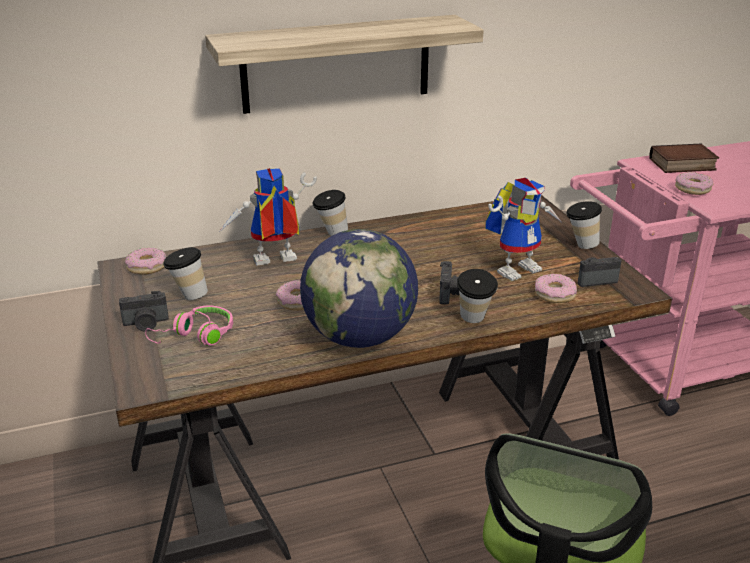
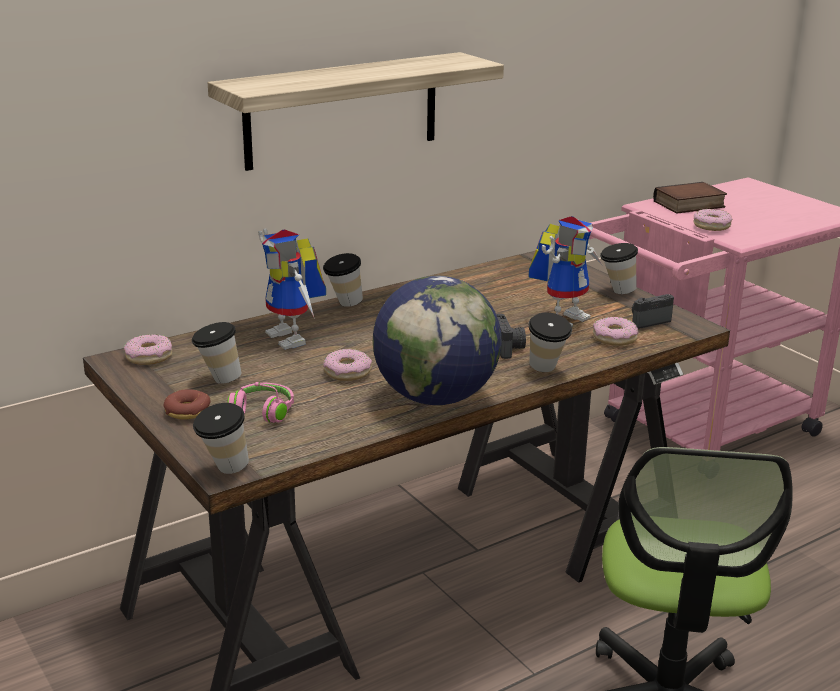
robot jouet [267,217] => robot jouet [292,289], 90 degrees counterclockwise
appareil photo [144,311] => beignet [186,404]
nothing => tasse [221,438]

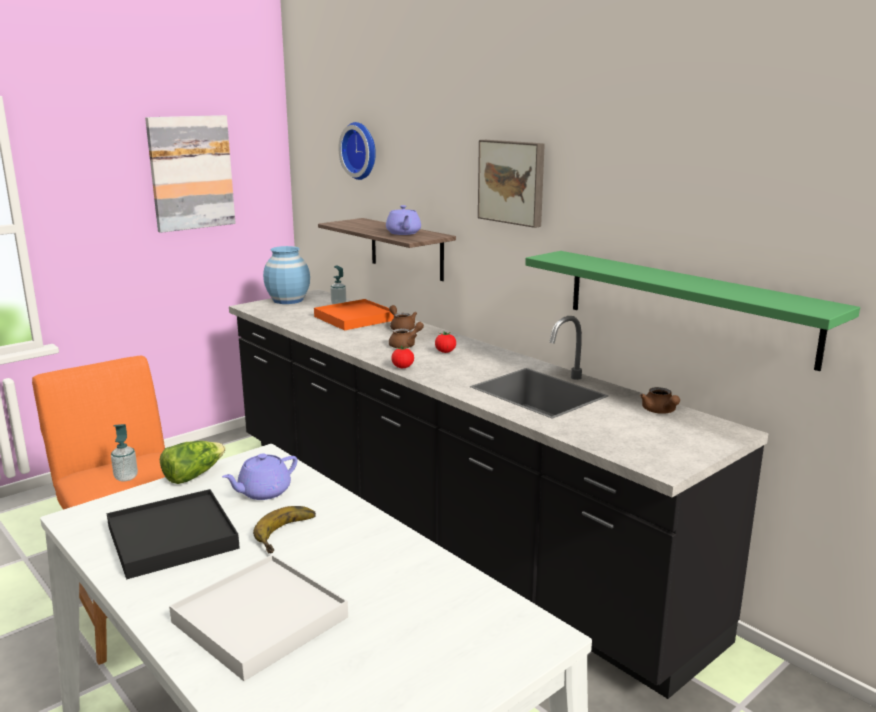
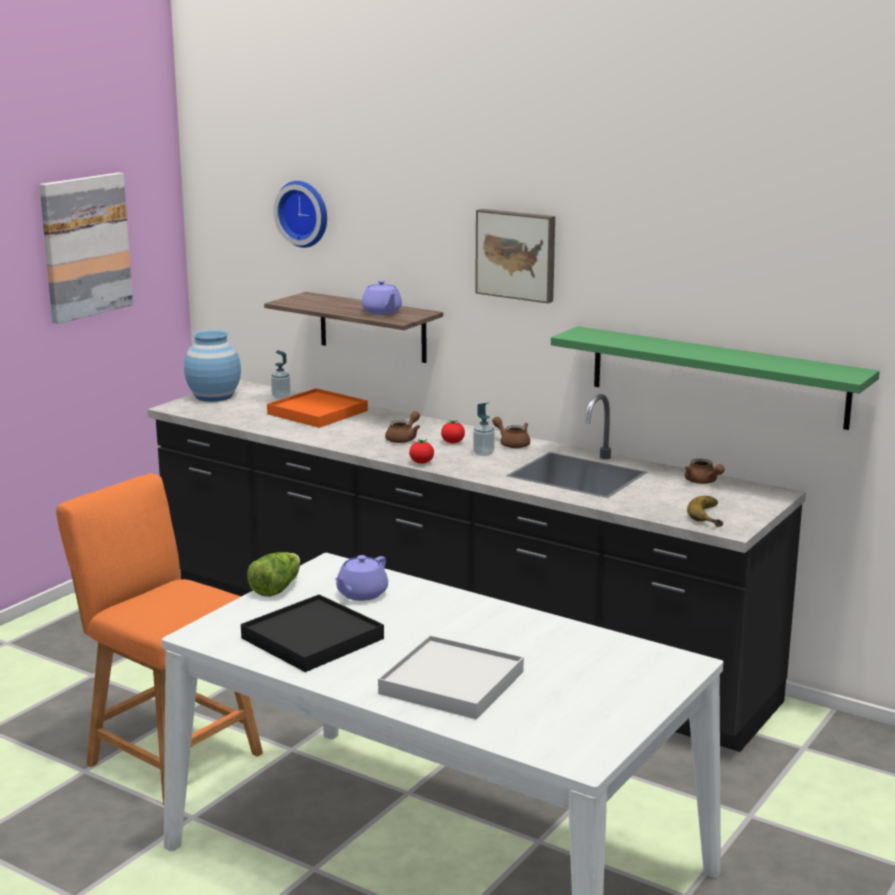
théière/marron [403,317] => théière/marron [511,432], shifted
distributeur de savon [124,452] => distributeur de savon [484,429], shifted
banane [284,529] => banane [705,511], shifted

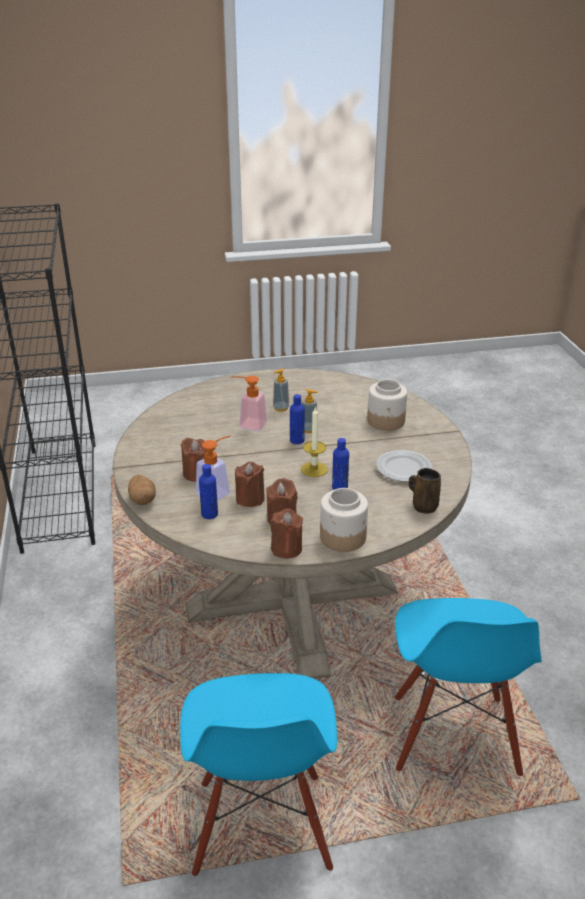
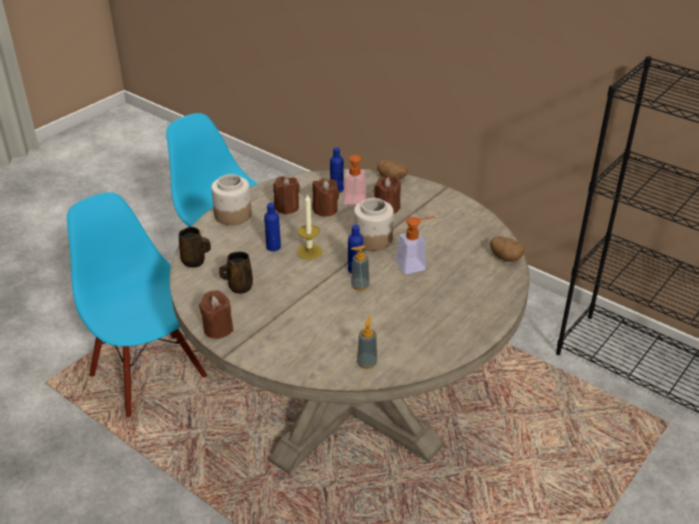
distributeur de savon [281,390] => distributeur de savon [367,342], shifted
bocal [387,405] => bocal [374,224], shifted
assiette [404,466] => mug/marron [236,272]
bougie/marron [286,533] => bougie/marron [216,314], shifted
nothing => pomme de terre [507,249]

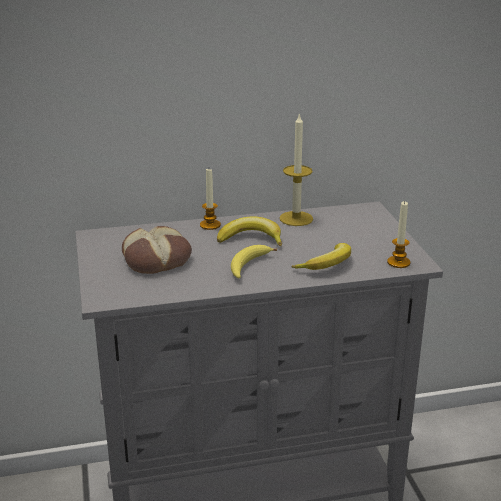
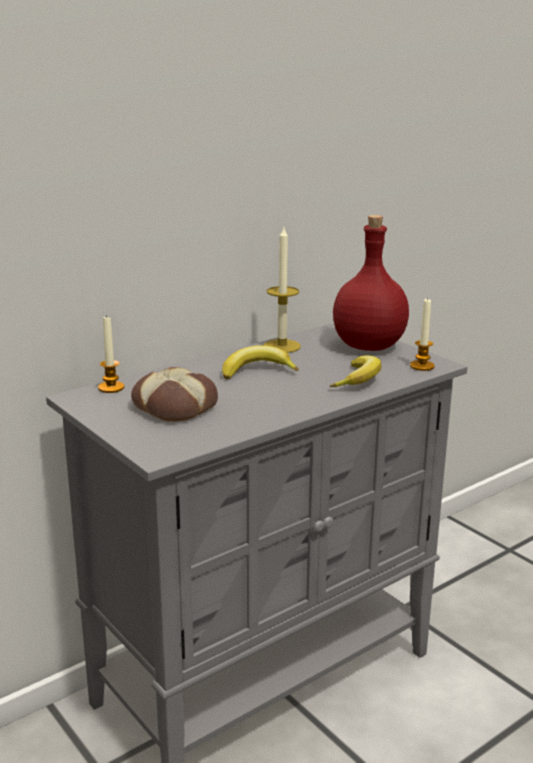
bougie [210,199] => bougie [111,354], shifted
banane [254,261] => nothing
nothing => bouteille/rouge [371,283]

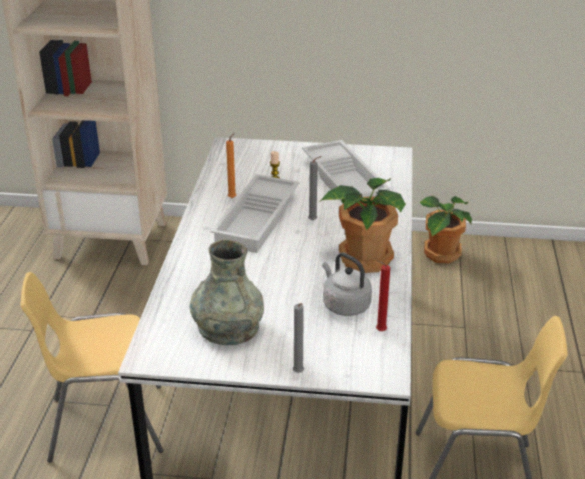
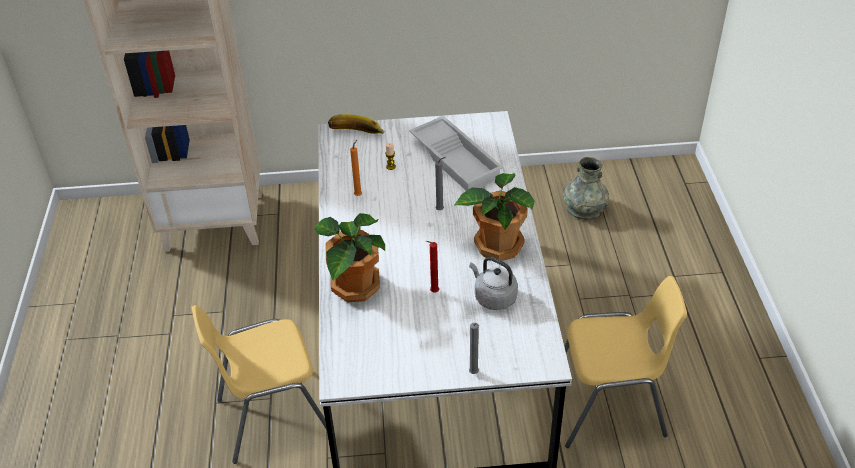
plateau/blanc [255,213] => nothing
plante en pot [446,230] => plante en pot [350,257], shifted
vase/gris [227,292] => vase/gris [586,188], shifted
bougie/rouge [383,295] => bougie/rouge [432,267], shifted
nothing => banane [356,124]

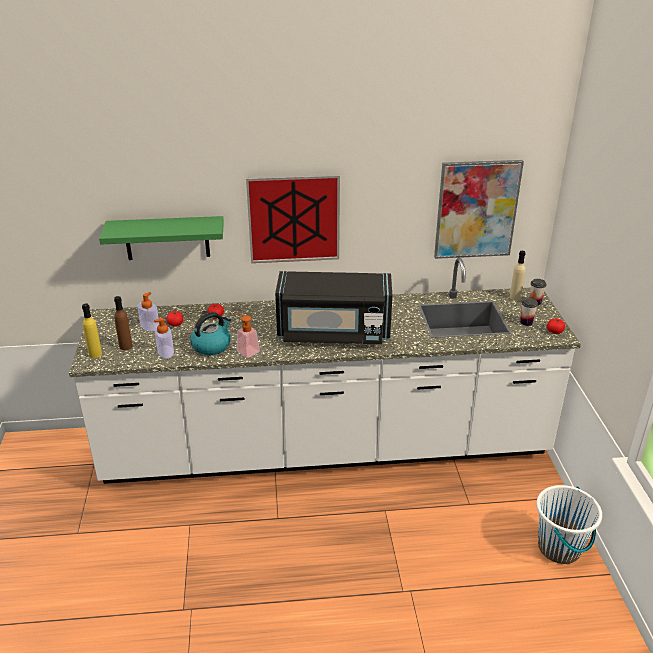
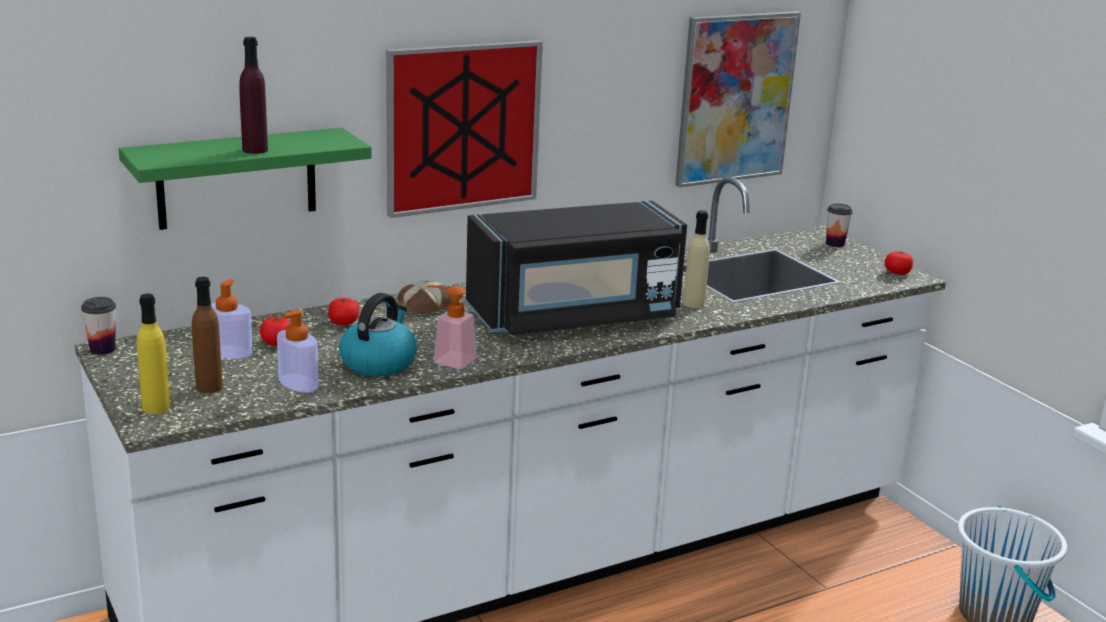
bouteille/beige [518,276] => bouteille/beige [696,259], shifted
tasse [529,312] => tasse [98,326], shifted
nothing => bouteille/violet [253,95]
nothing => pain [425,297]

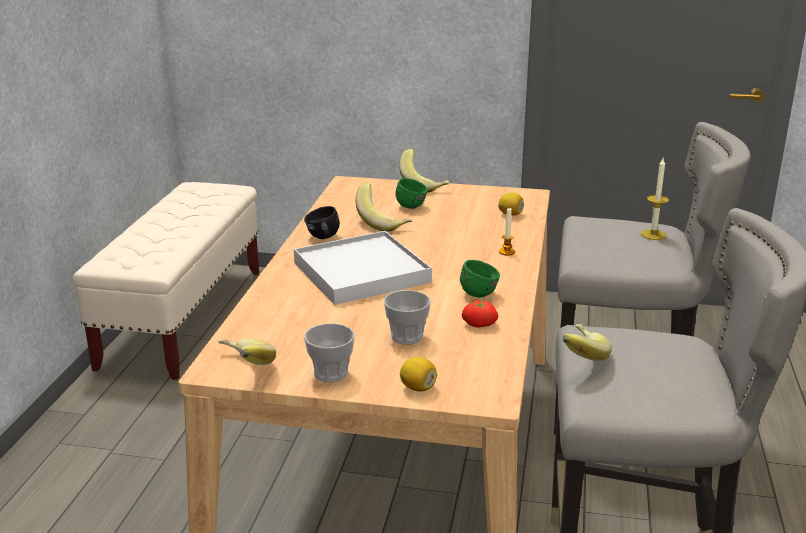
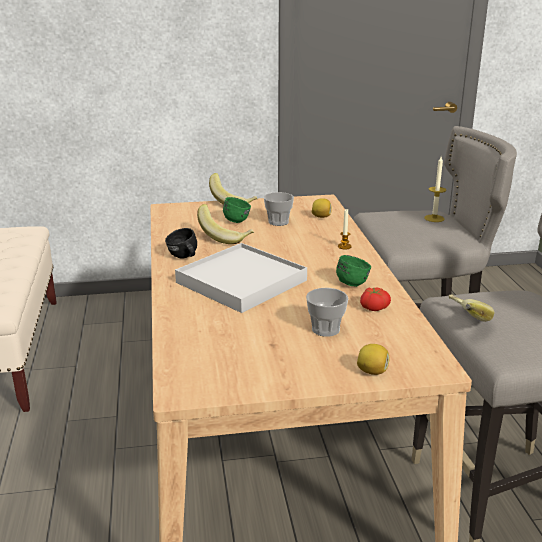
tasse [329,353] => tasse [279,209], shifted
banane [247,351] => nothing

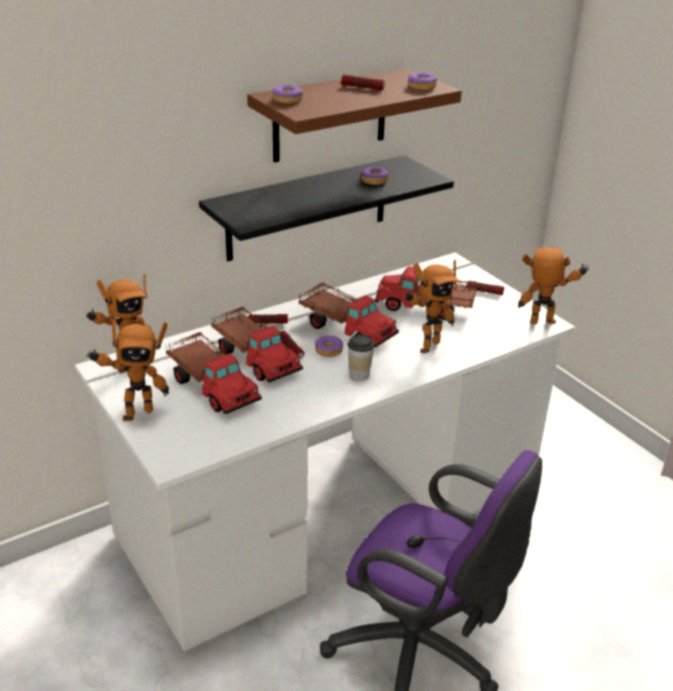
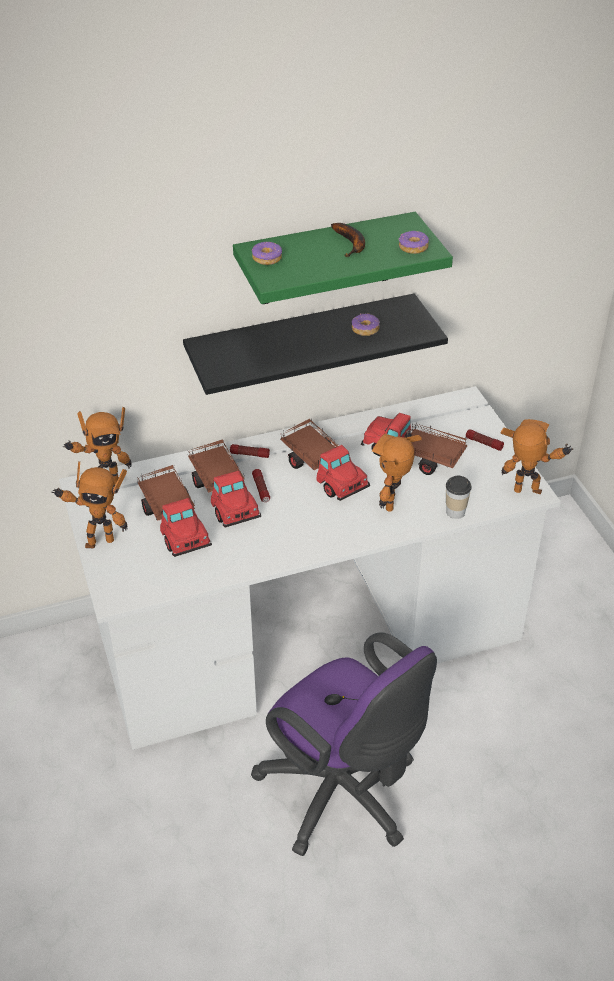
étagère/marron [354,115] => étagère/vert [343,258]
lampe de poche [363,82] => banane [348,240]
robot jouet [433,307] => robot jouet [397,471], 135 degrees clockwise
tasse [360,357] => tasse [459,497], shifted
beignet [329,346] => nothing

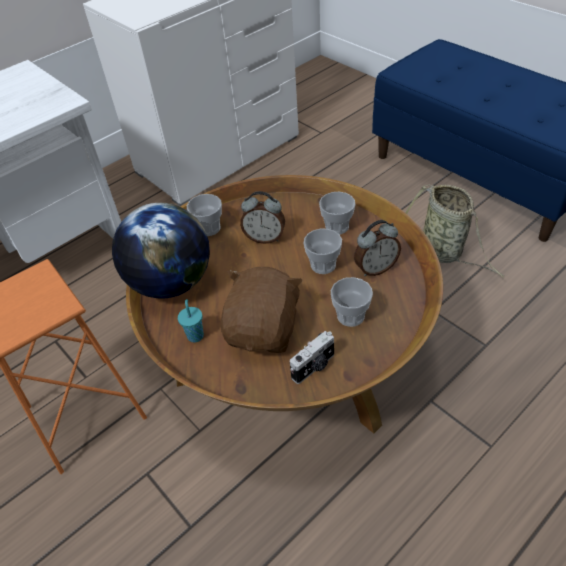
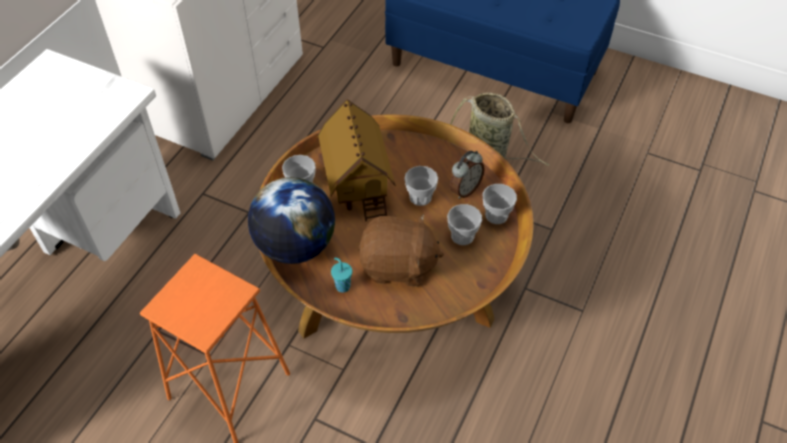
réveil [262,217] => maison miniature [357,160]
tasse [337,213] => tasse [499,204], shifted
peluche/marron [261,310] => peluche/marron [401,250], 105 degrees clockwise
appareil photo [312,357] => nothing

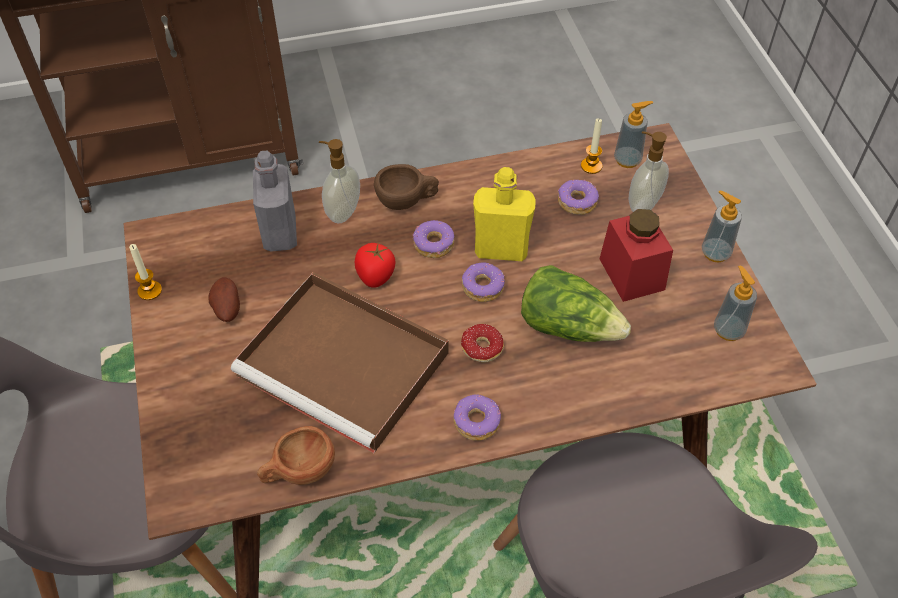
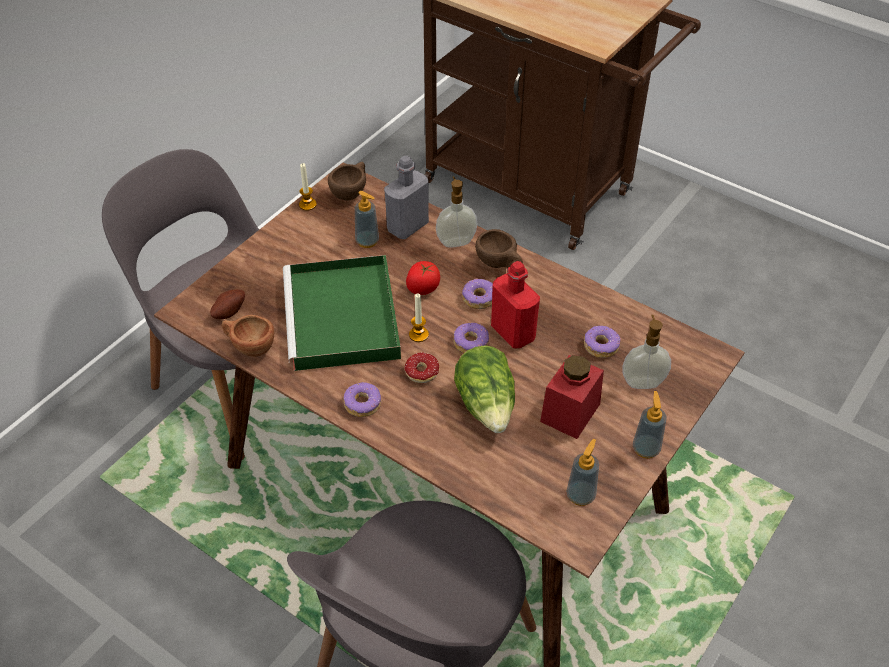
distributeur de savon [633,134] => distributeur de savon [367,219], shifted
bougie [591,146] => bougie [419,317], shifted
bouteille/jaune [504,214] => bouteille/rouge [515,304]
plateau/marron [340,362] => plateau/vert [342,313]
pomme de terre [224,299] => pomme de terre [227,304], shifted
nothing => tasse/marron [347,181]

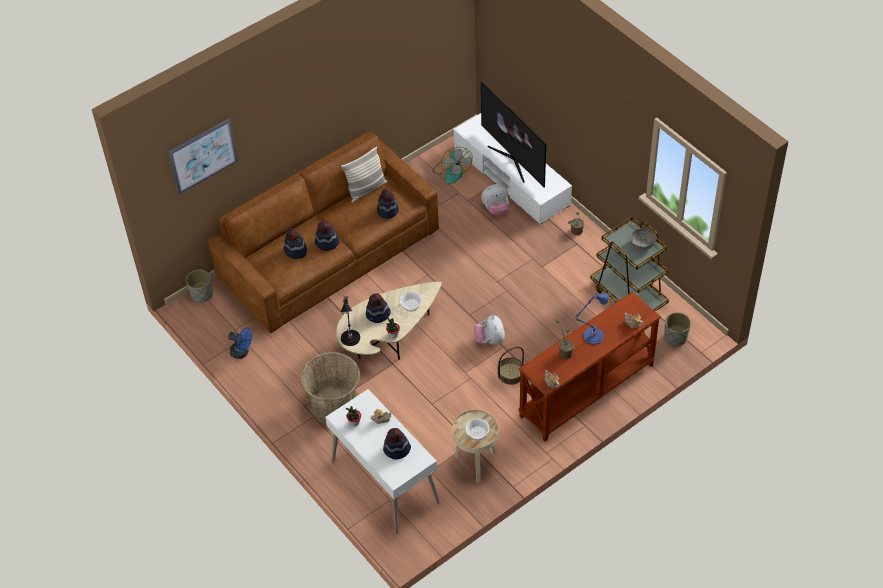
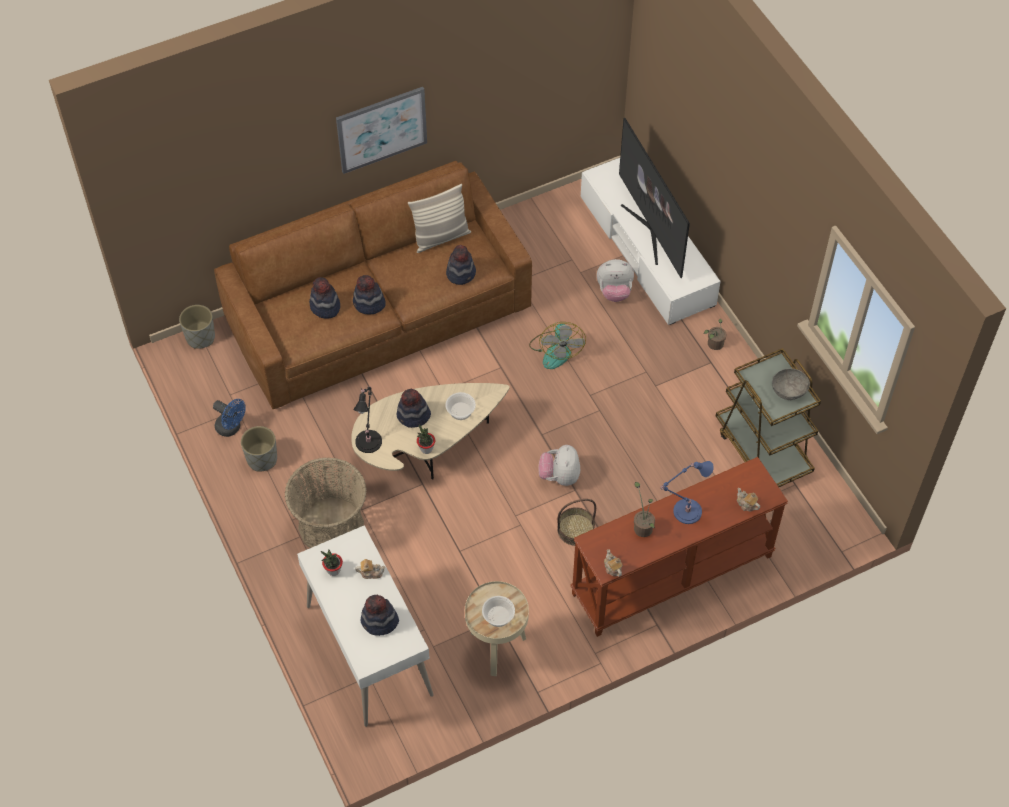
tableau [203,156] => tableau [381,130], shifted
ventilateur [453,165] => ventilateur [557,345], shifted
cache-pot/gris [677,329] => cache-pot/gris [259,449], shifted

